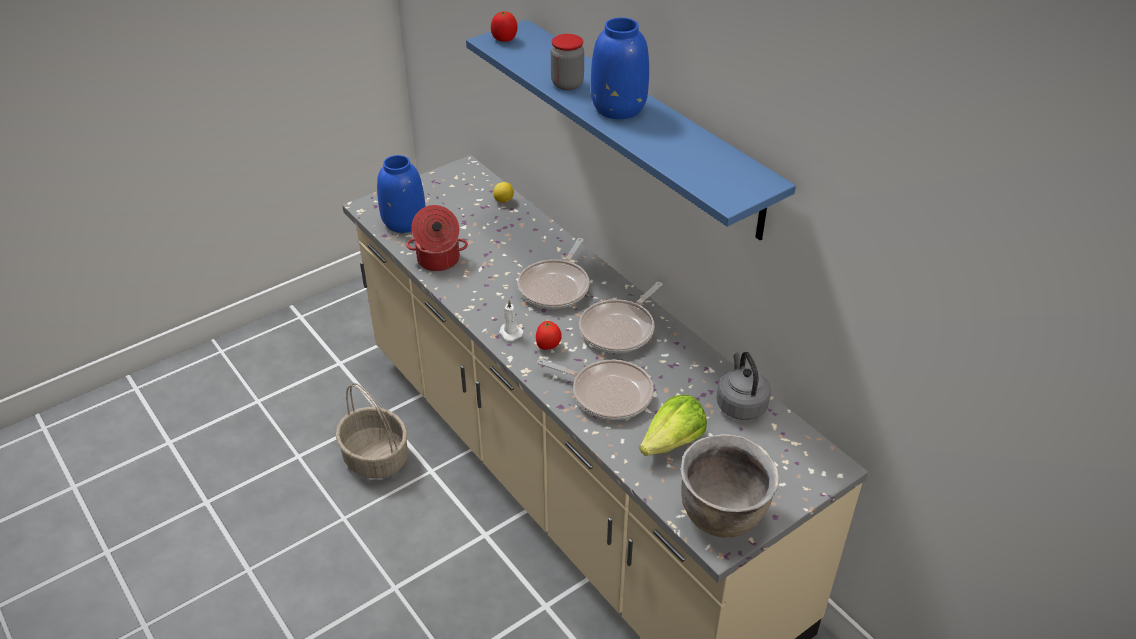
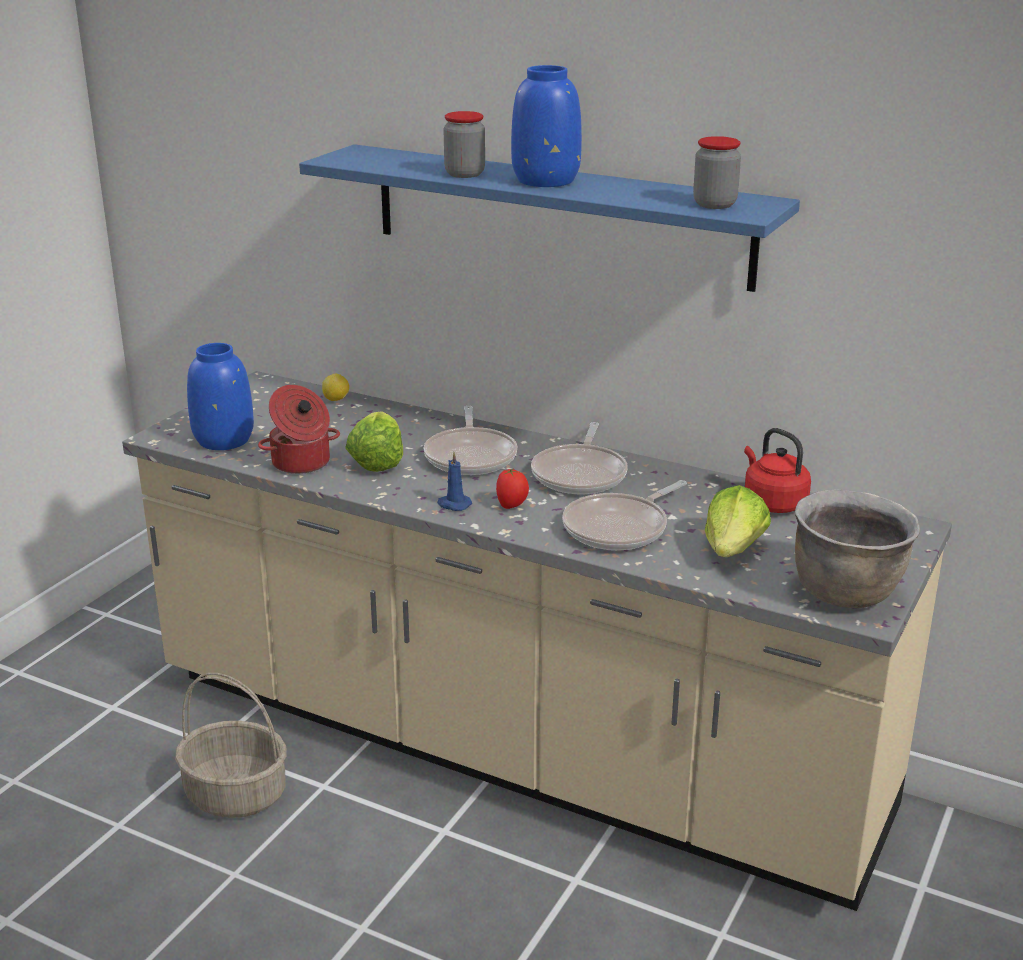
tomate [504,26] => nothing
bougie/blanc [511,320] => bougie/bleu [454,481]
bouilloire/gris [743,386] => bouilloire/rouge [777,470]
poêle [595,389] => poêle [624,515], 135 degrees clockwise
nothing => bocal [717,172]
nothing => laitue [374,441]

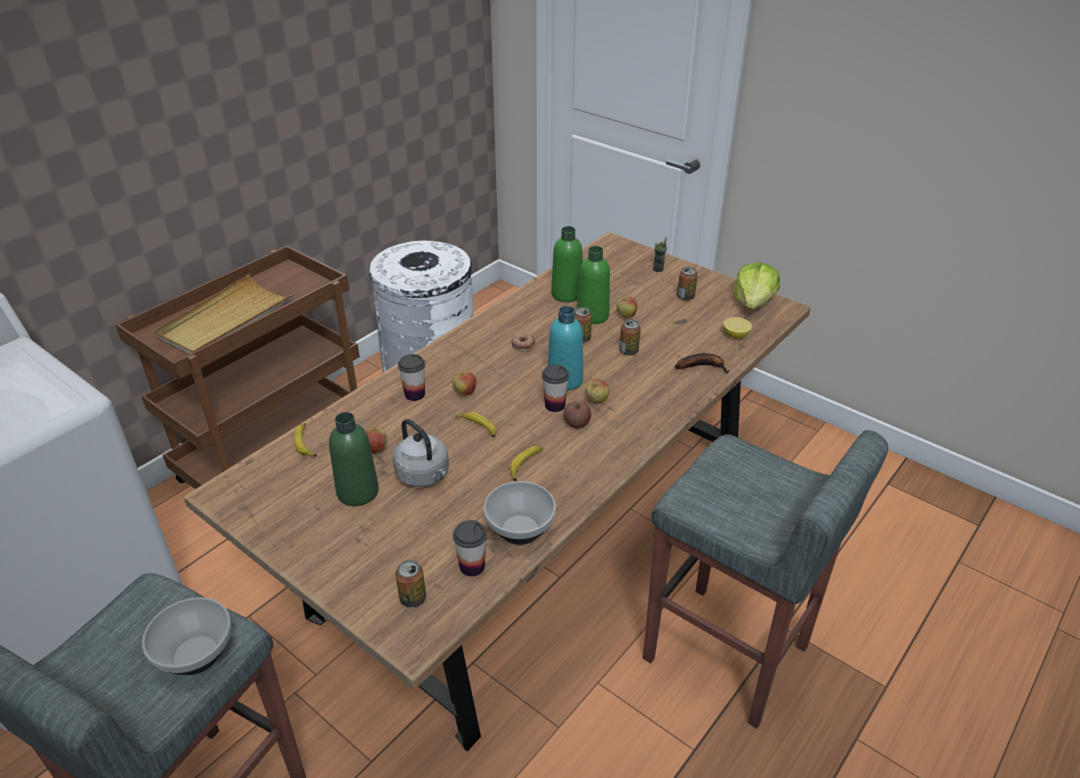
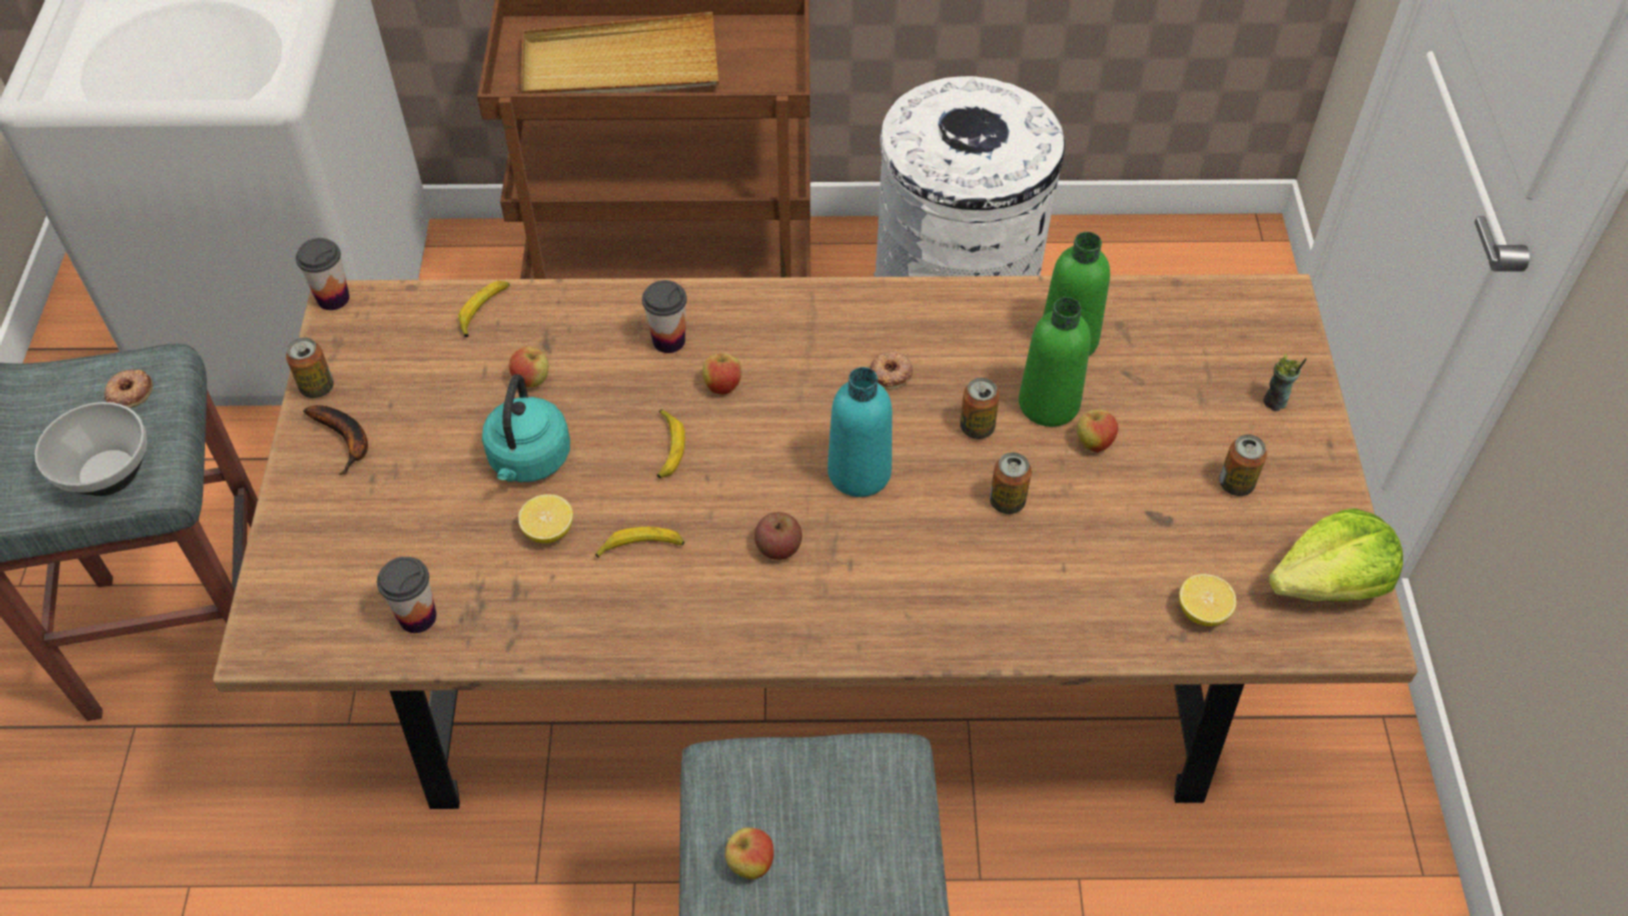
banane [702,363] => banane [335,440], shifted
tasse [555,388] => tasse [323,274], shifted
pomme [597,391] => pomme [749,854], shifted
bouteille/vert [354,459] => nothing
bouilloire/gris [421,453] => bouilloire/turquoise [526,428]
bol [520,513] => nothing
boîte métallique [410,583] => boîte métallique [310,367], shifted
nothing => beignet [128,388]
nothing => citron [545,518]

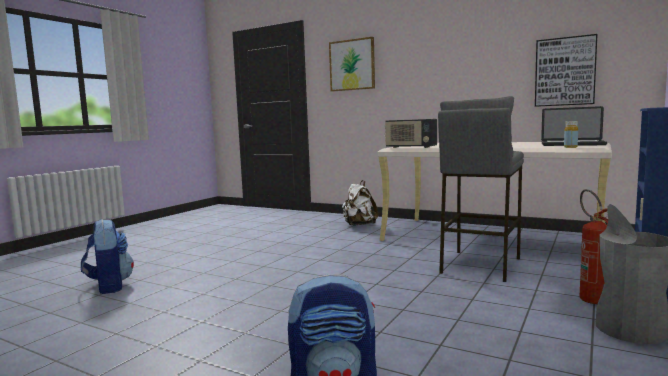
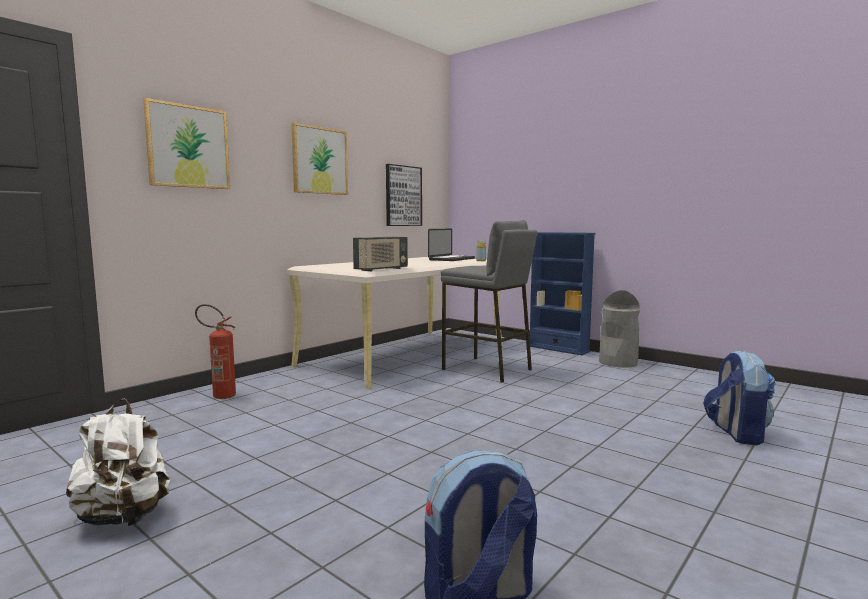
sac à dos/blanc [360,203] => sac à dos/blanc [118,462], shifted
extincteur [594,246] => extincteur [215,351], shifted
nothing => tableau [319,159]

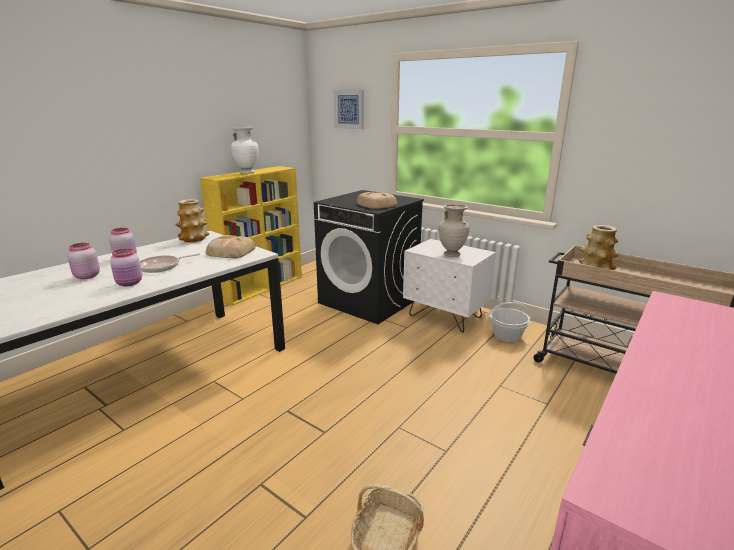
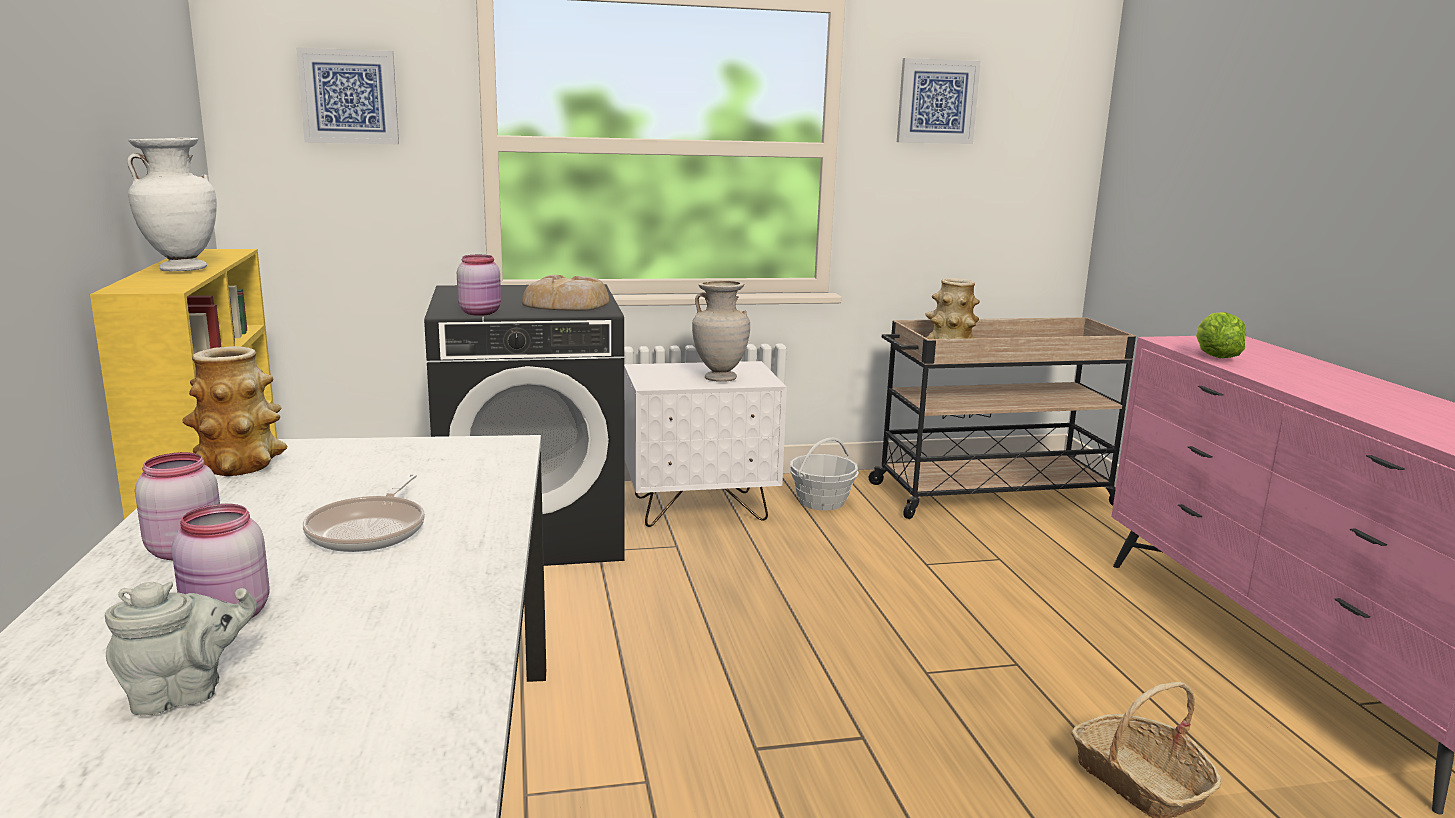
pain [231,246] => nothing
bocal/rose [126,267] => bocal/rose [479,285], shifted
nothing => tableau [939,101]
nothing => laitue [1221,335]
nothing => théière/gris [181,649]

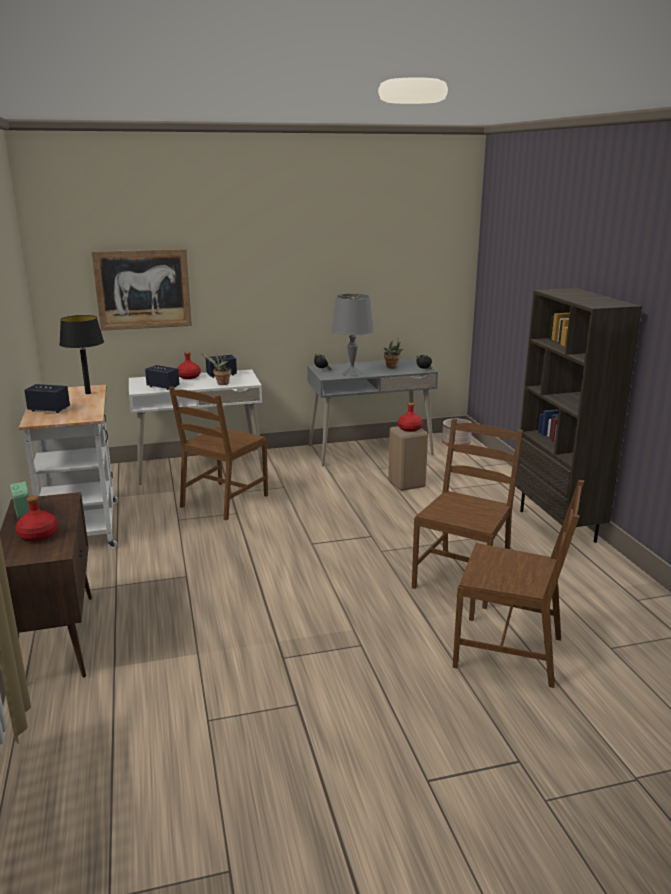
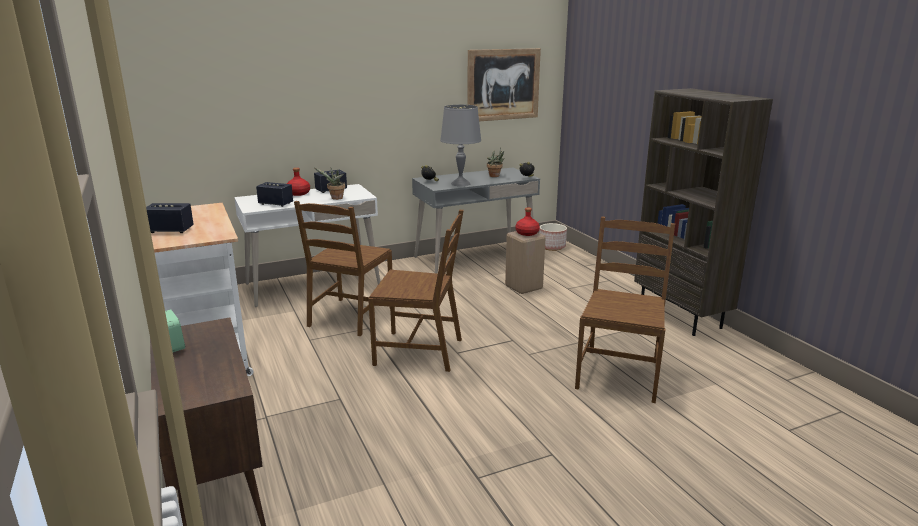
tableau [142,290] => tableau [504,84], shifted
lampe de table/noir [81,354] => nothing
chaise/marron [518,584] => chaise/marron [416,291], shifted
bouteille/rouge [37,519] => nothing

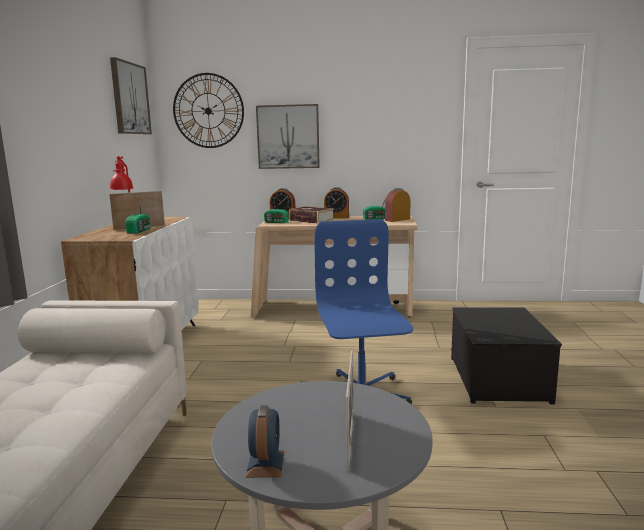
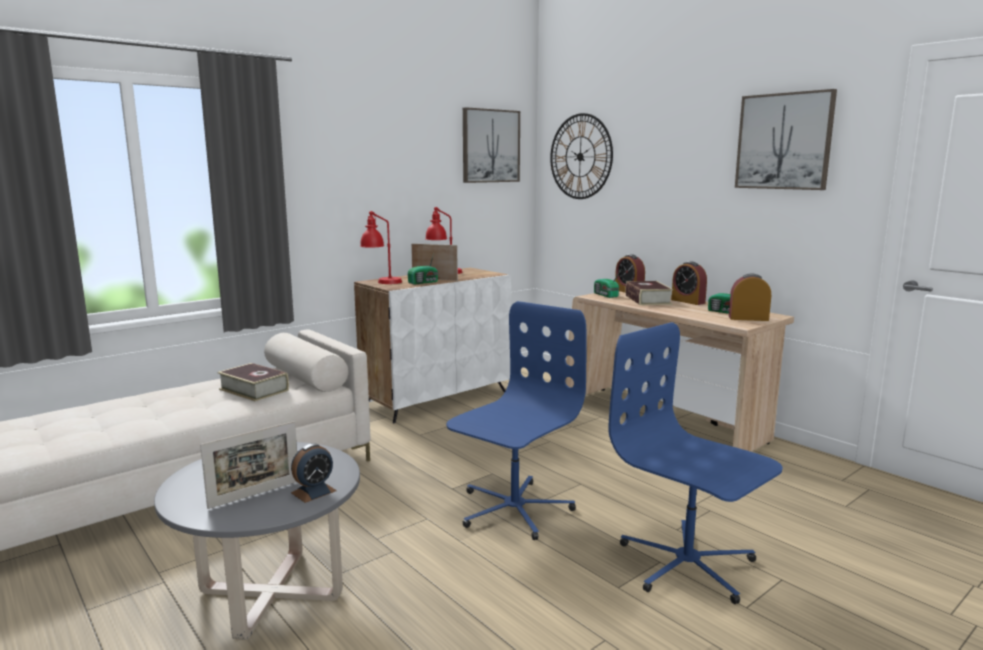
tableau [288,136] => tableau [786,139], shifted
boîte de rangement [506,356] => chaise de bureau/bleu [695,463]
réveil [265,442] => réveil [314,473], shifted
nothing => lampe de table/rouge [381,247]
nothing => livre [253,382]

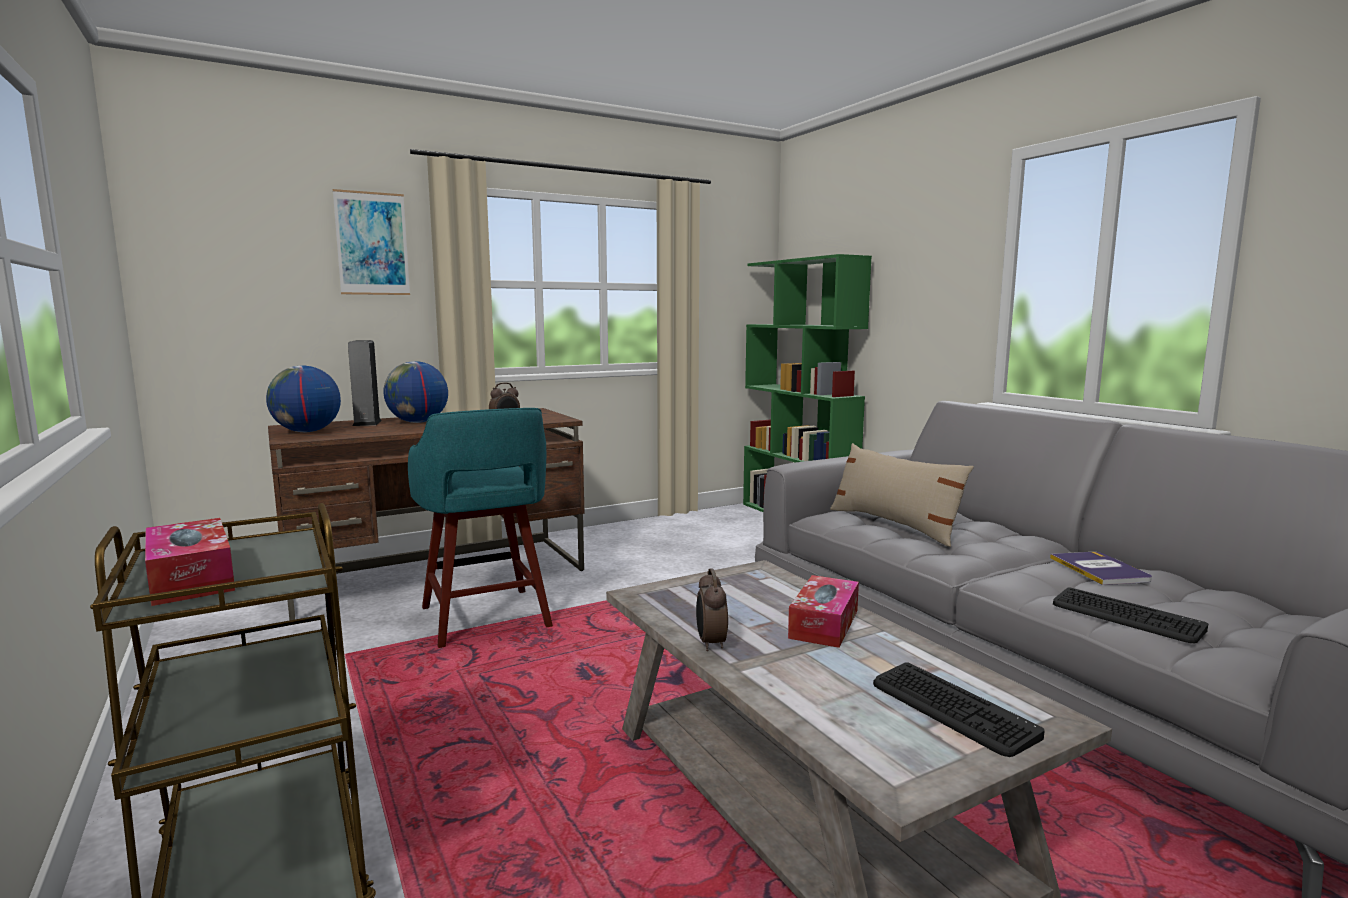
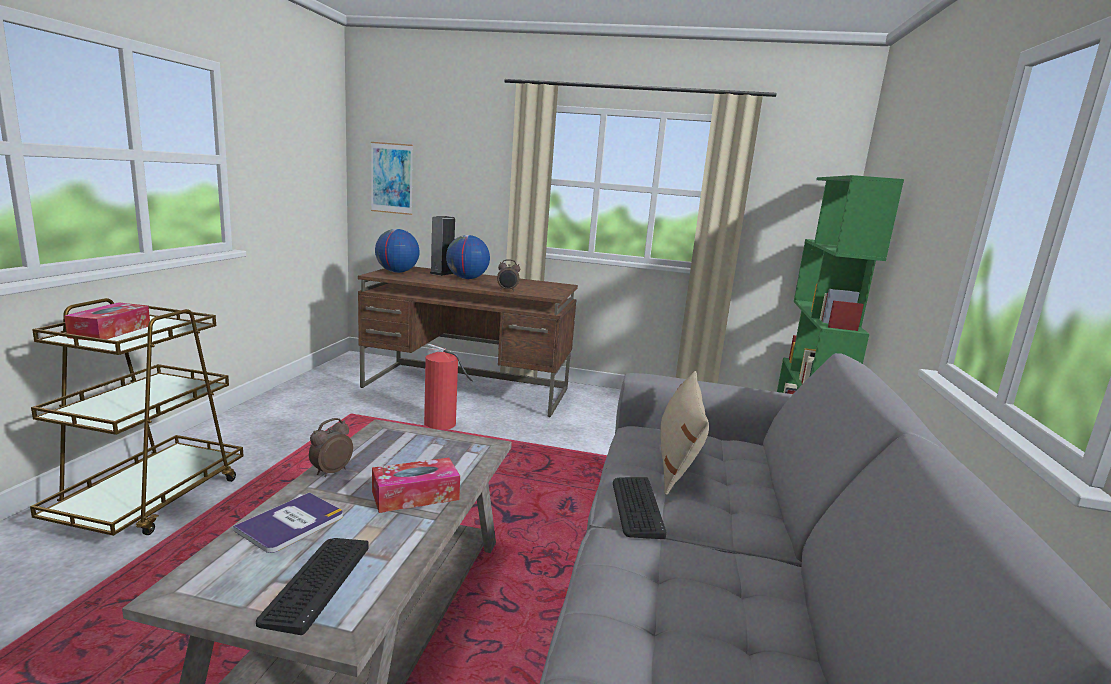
tableau [371,242] => tableau [392,178], shifted
tabouret/turquoise [480,528] => extincteur [448,386]
livre [1101,568] => livre [288,522], shifted
clavier [1130,615] => clavier [639,508], shifted

